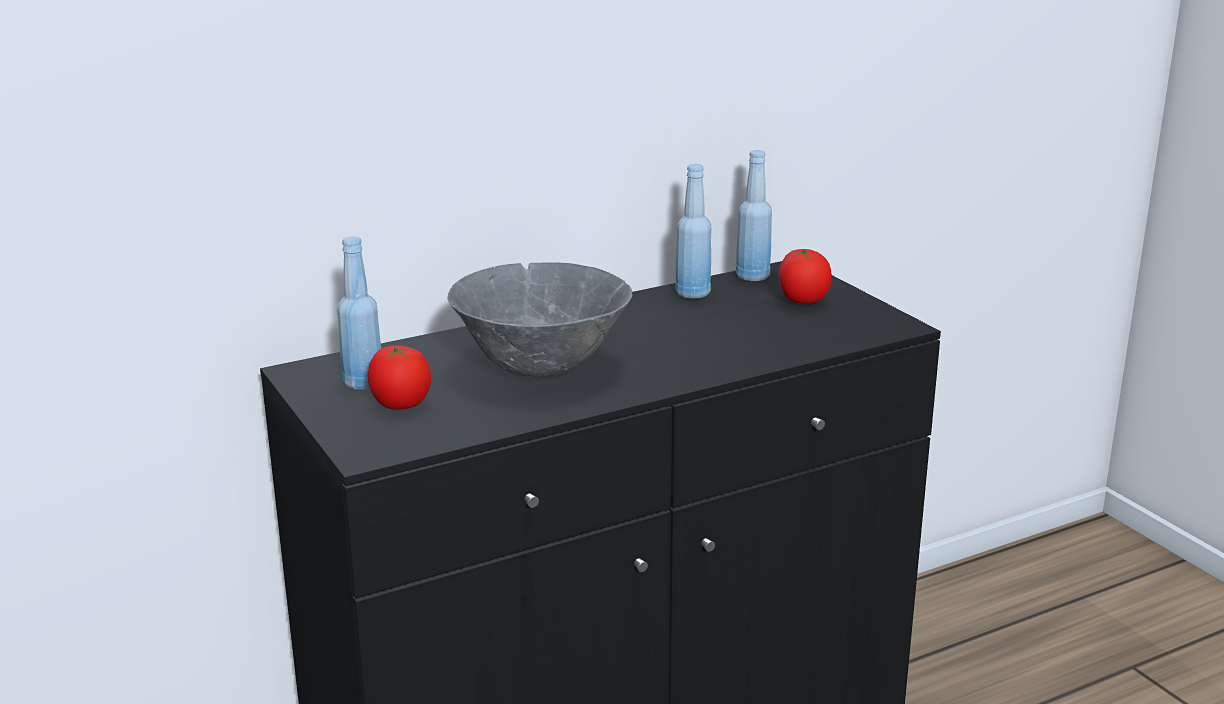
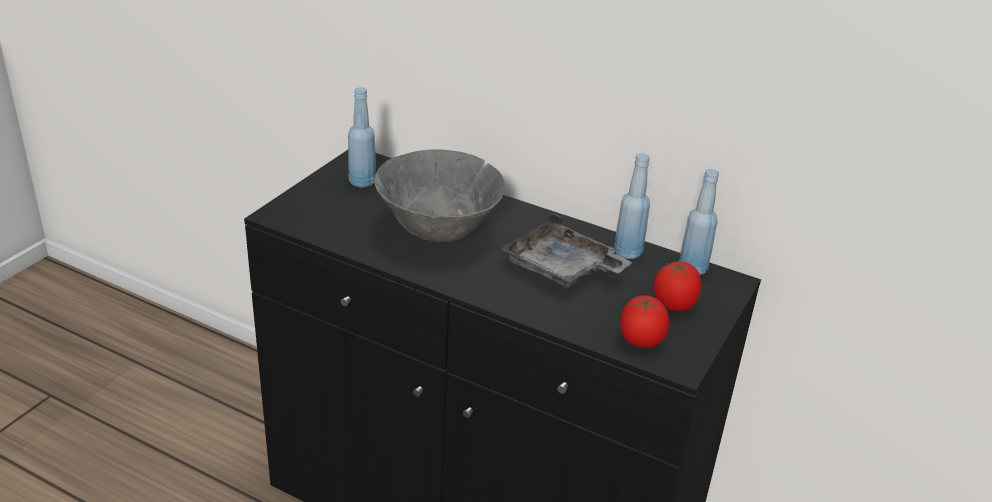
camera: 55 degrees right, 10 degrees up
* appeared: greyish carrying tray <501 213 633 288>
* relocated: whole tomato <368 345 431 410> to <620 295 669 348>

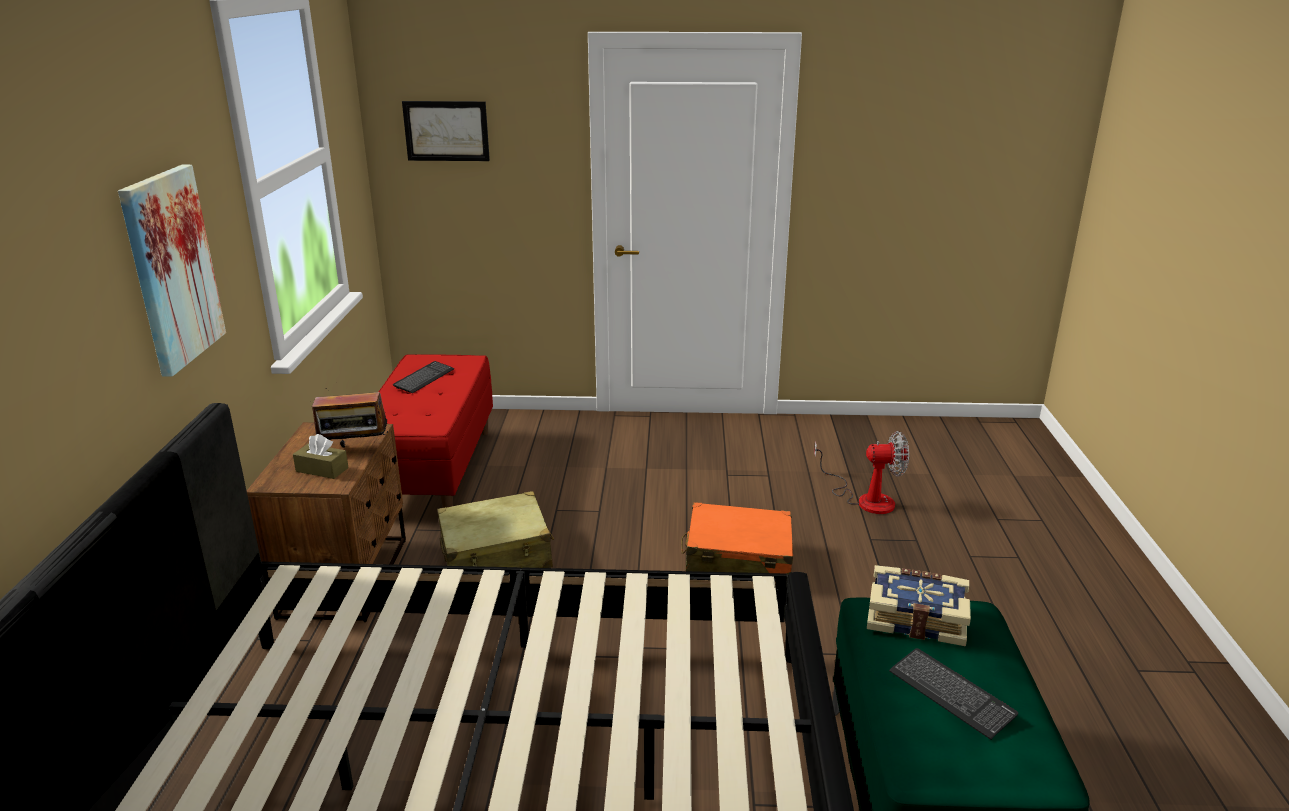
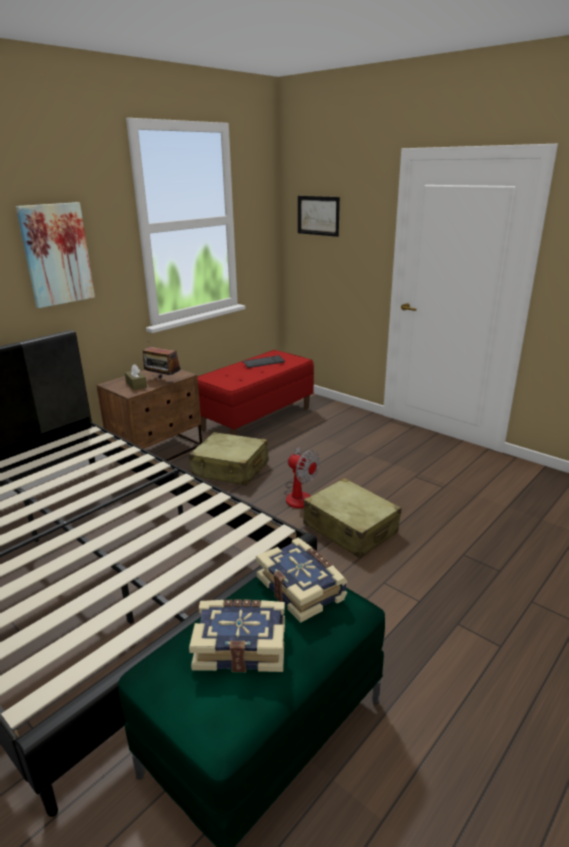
camera: 40 degrees right, 0 degrees up
* relocated: fan <814 431 909 514> to <284 447 320 508>
* exchanged: computer keyboard <889 648 1018 740> to book <189 599 285 672>
* colour: orange travel case <681 502 794 574> to sand-coloured travel case <303 478 402 558>

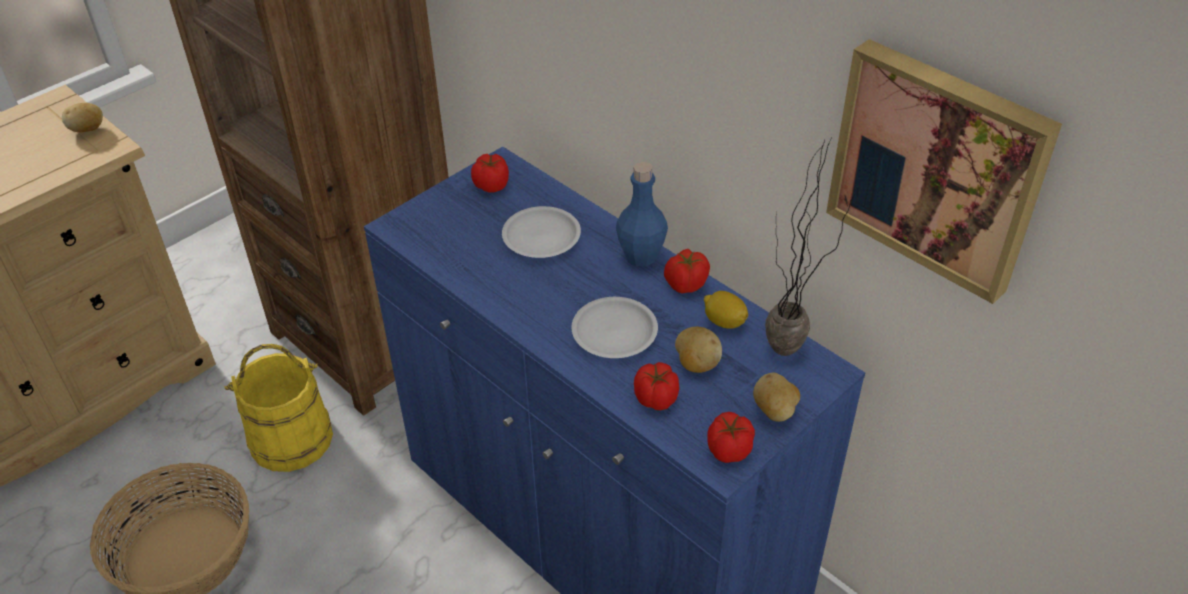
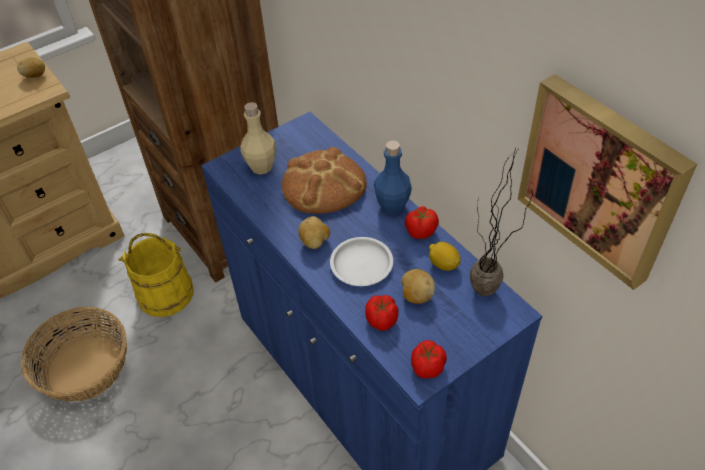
camera: 10 degrees right, 5 degrees up
* missing: whole tomato <471 154 509 193>
* appeared: sand-coloured beverage bottle <240 102 276 175>
* relocated: potato <753 372 800 422> to <298 216 330 249>
* exchanged: white-coloured plate <502 206 581 258> to bread <282 147 367 214>

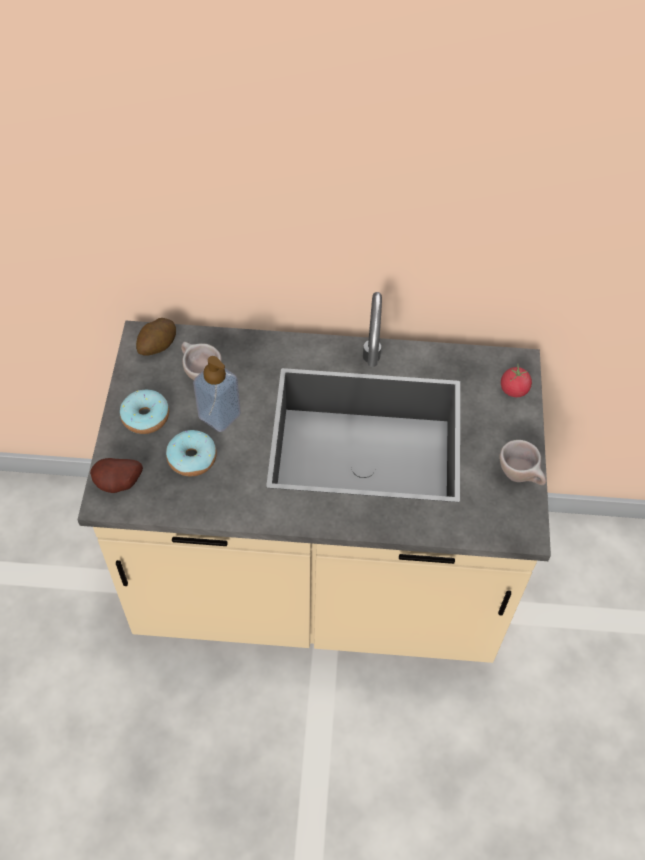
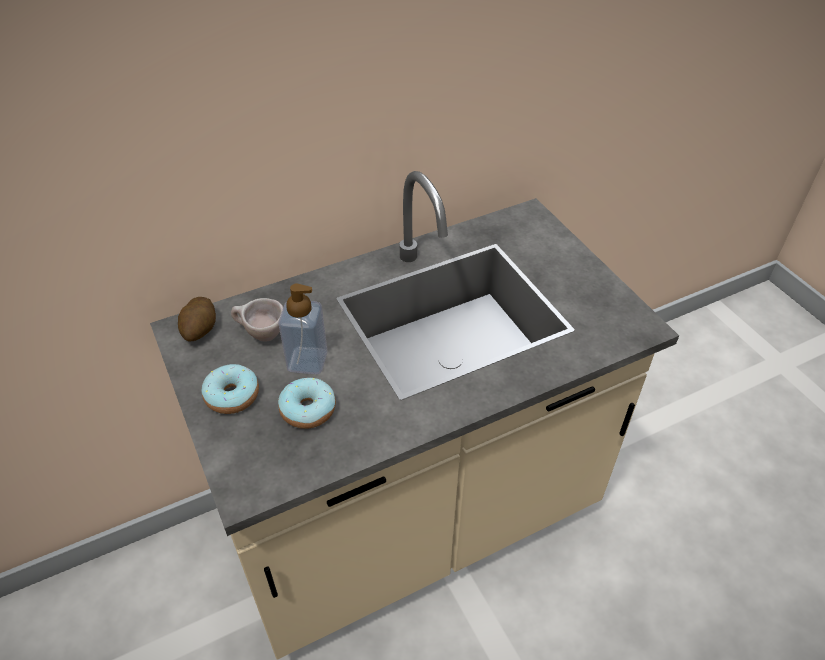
camera: 30 degrees left, 10 degrees down
* missing: potato <90 458 143 493>
* missing: sand-coloured drinking cup <499 440 546 485>
* missing: whole tomato <501 364 532 397>

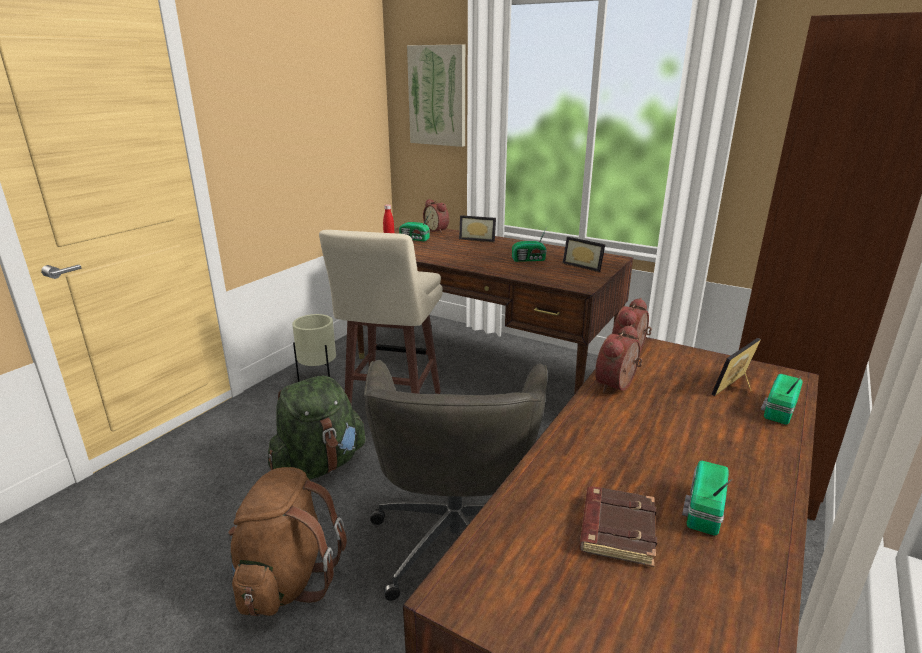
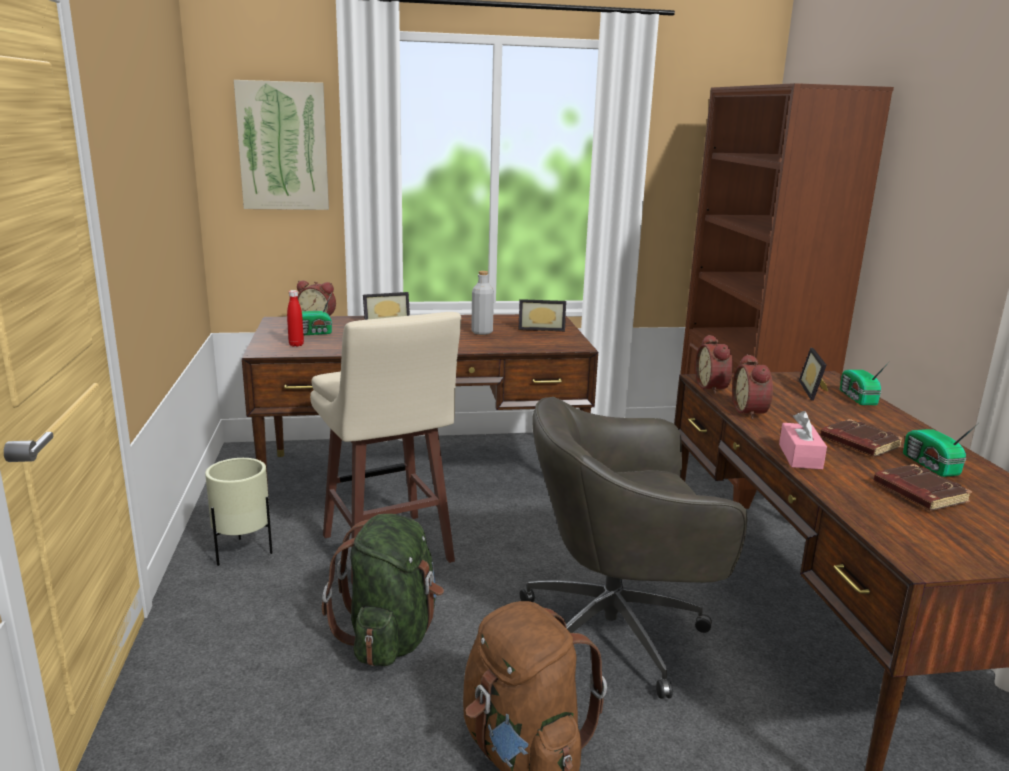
camera: 40 degrees left, 5 degrees down
* appeared: pink tissue box <779 411 827 469>
* appeared: brown-coloured book <820 419 903 457>
* exchanged: radio receiver <512 227 547 262> to greyish beverage bottle <471 271 494 335>
* spun: greyish computer chair <364 360 547 601> = <520 397 747 699> 120 degrees clockwise

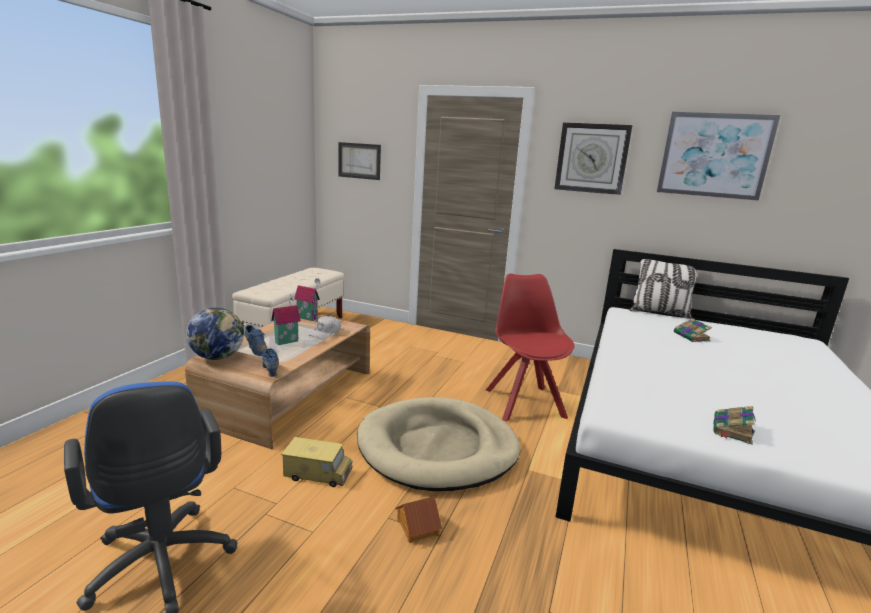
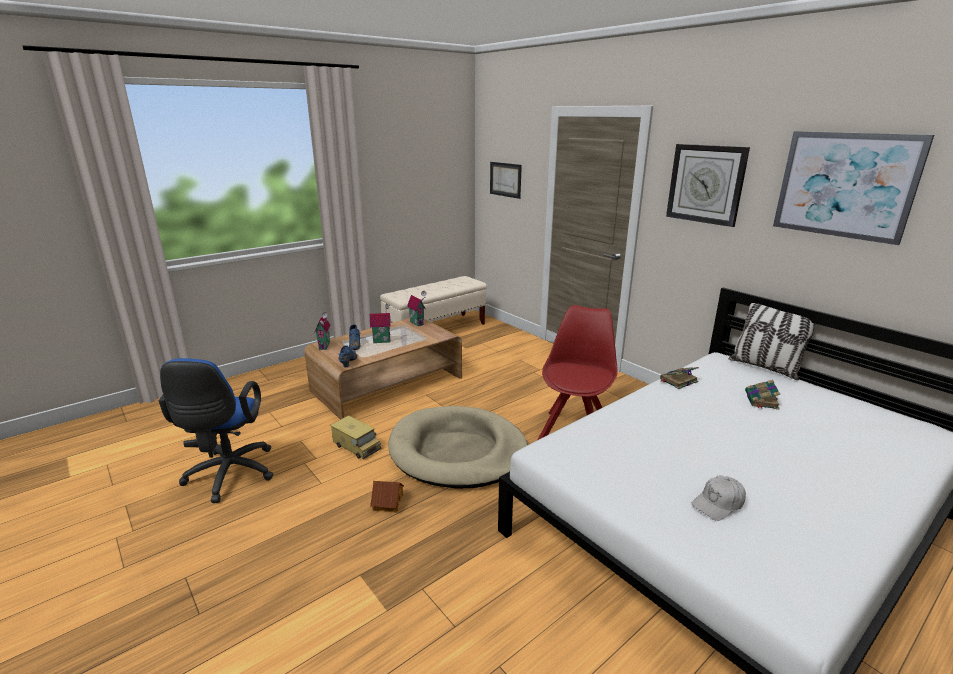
camera: 30 degrees right, 5 degrees up
* relocated: white-coloured cap <308 316 341 340> to <691 475 746 521>
* relocated: book <713 406 756 444> to <660 367 699 389>
* exchanged: desk globe <186 308 244 360> to model house <314 312 331 350>

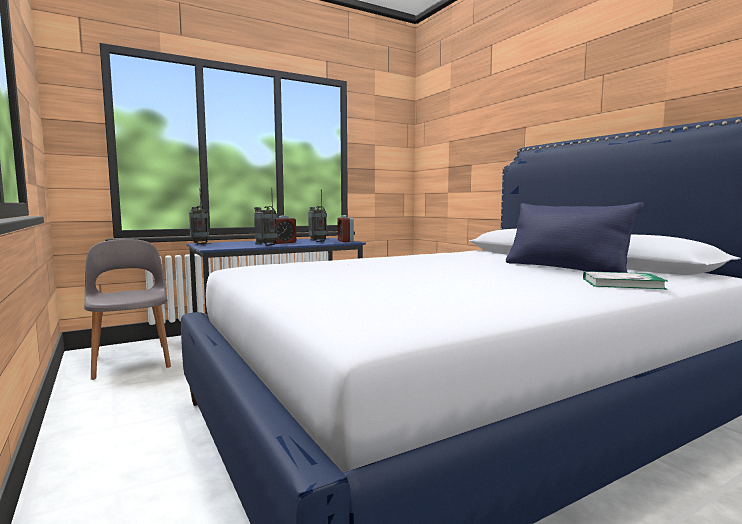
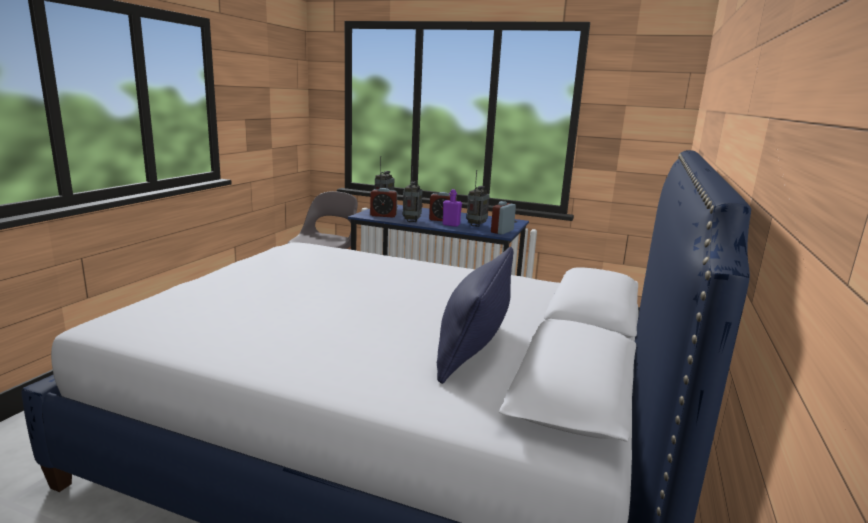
camera: 50 degrees right, 10 degrees up
* missing: book <583 271 667 289>
* appeared: alarm clock <370 188 397 218>
* appeared: purple-coloured beverage bottle <442 189 462 227>

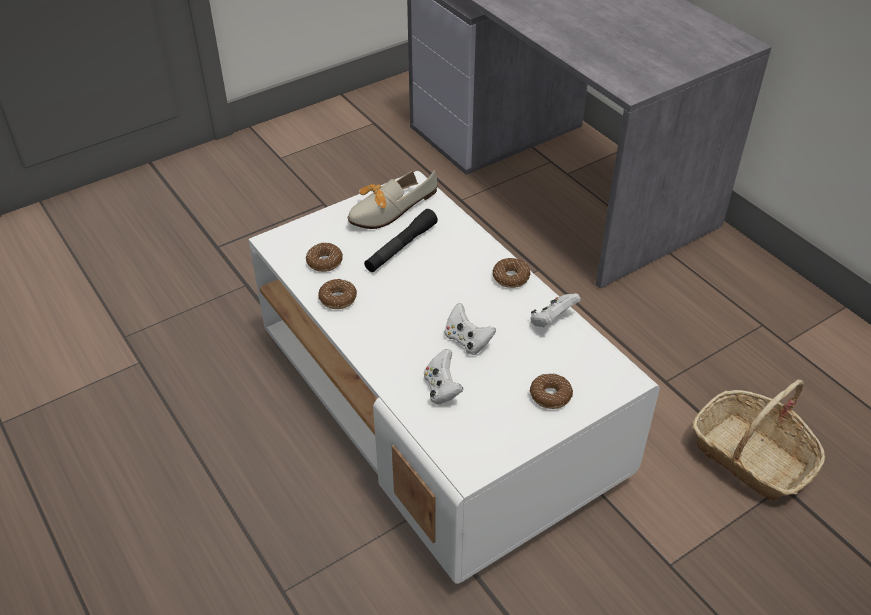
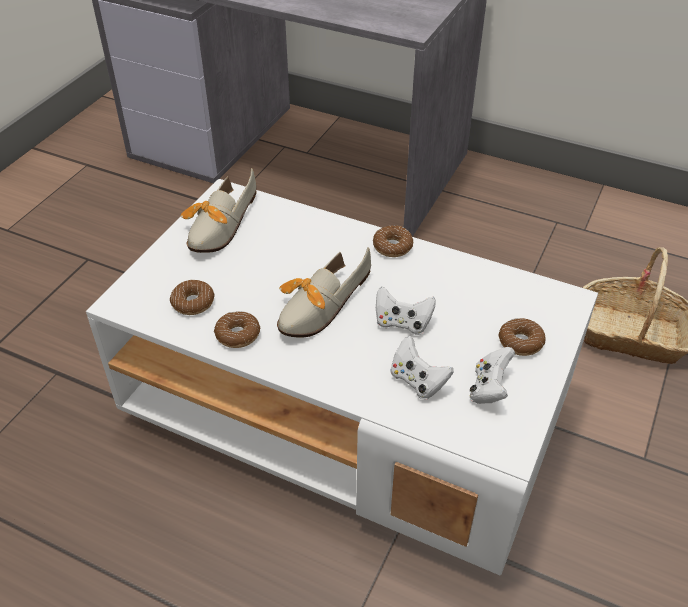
camera: 30 degrees left, 0 degrees up
* missing: blackish hand torch <364 209 438 272>
* appeared: shoe <277 247 371 338>
* relocated: white-coloured gamepad <530 293 581 327> to <470 347 515 404>

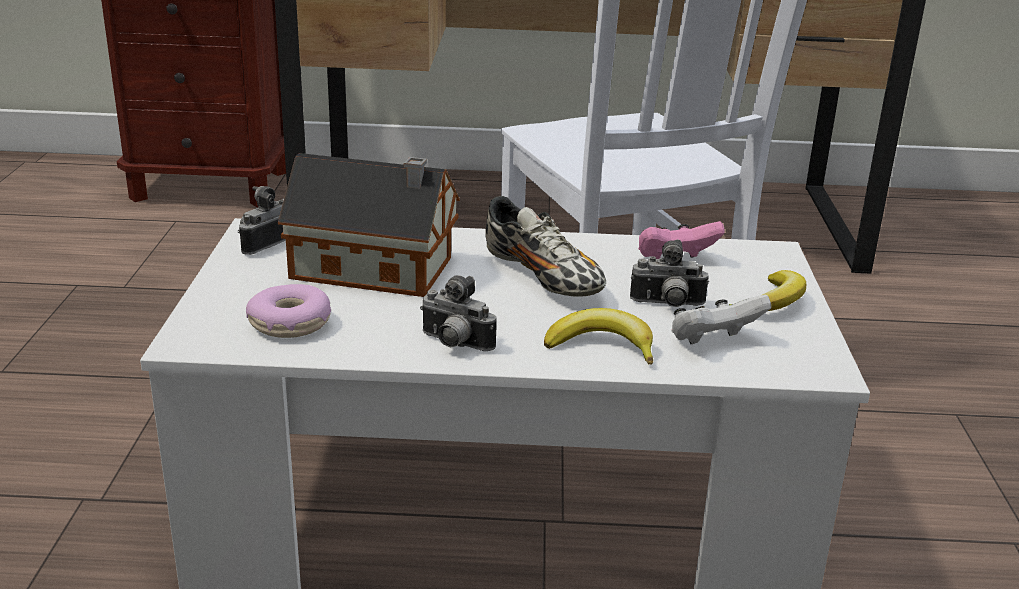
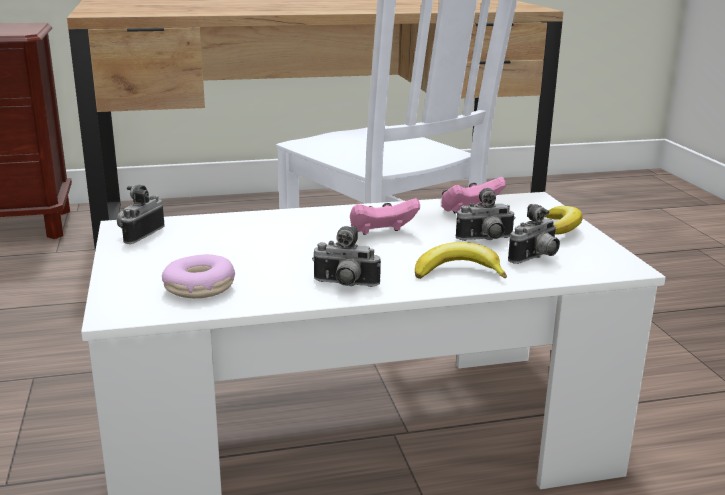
camera: 15 degrees left, 5 degrees down
* missing: model house <278 153 460 297>
* exchanged: shoe <485 196 606 297> to pink gamepad <350 198 420 235>
* exchanged: white-coloured gamepad <671 295 771 344> to still camera <508 204 560 264>

